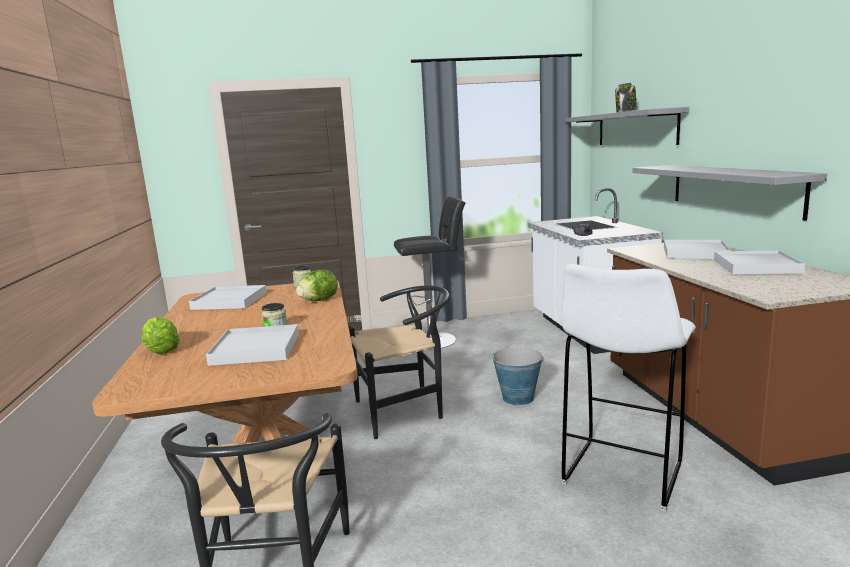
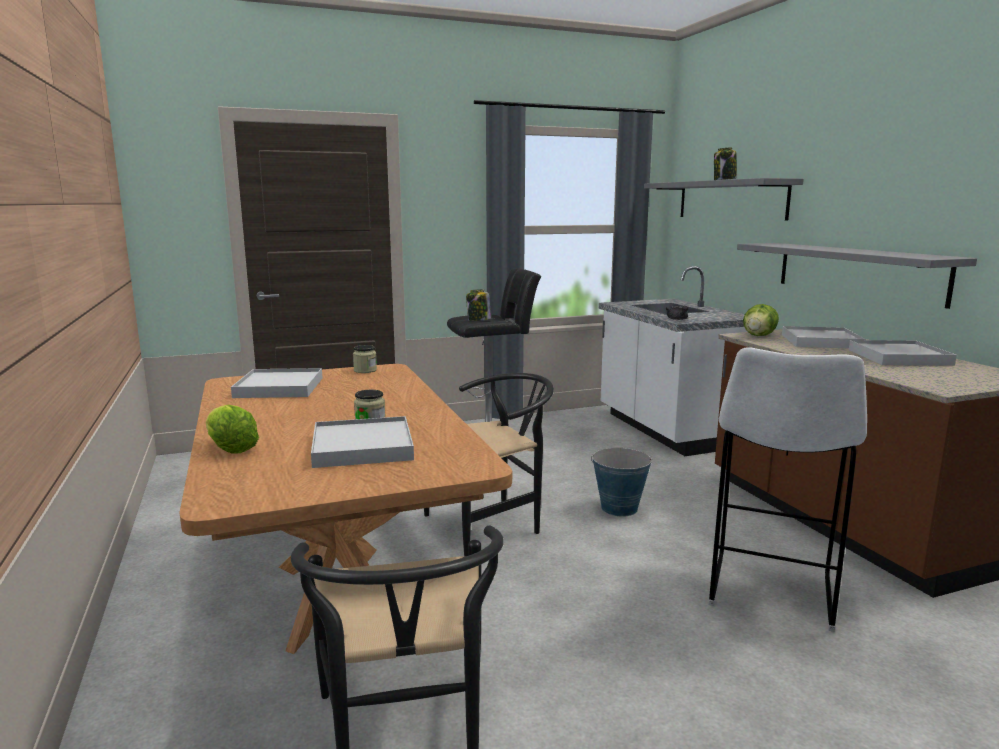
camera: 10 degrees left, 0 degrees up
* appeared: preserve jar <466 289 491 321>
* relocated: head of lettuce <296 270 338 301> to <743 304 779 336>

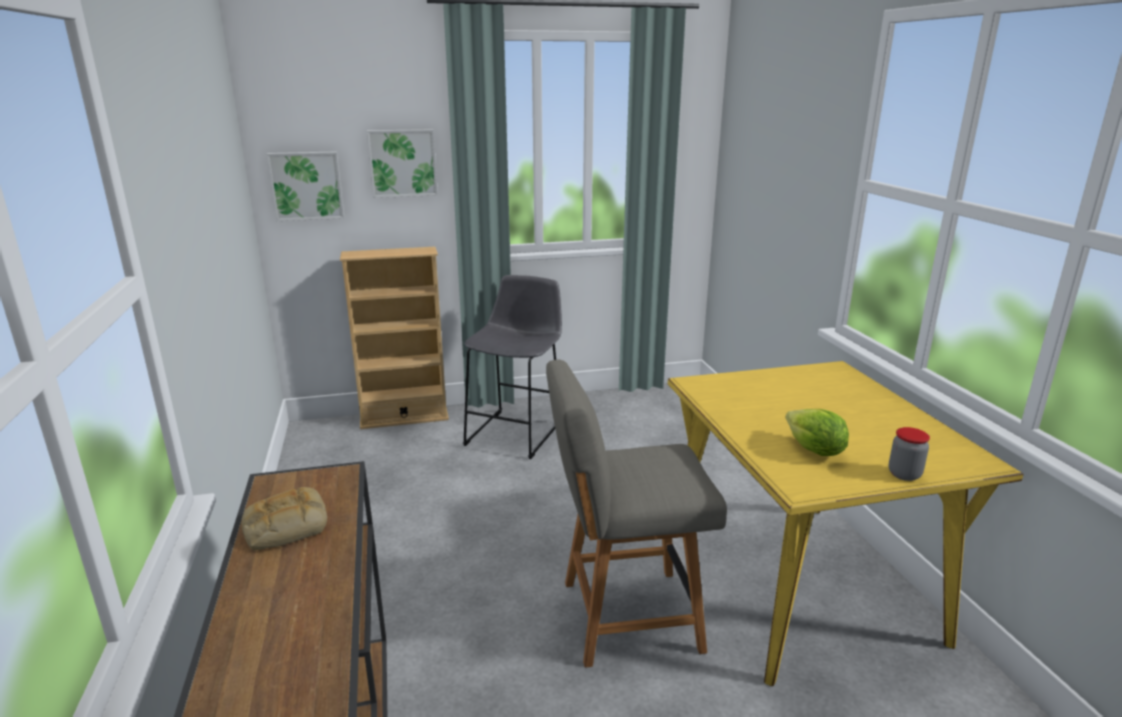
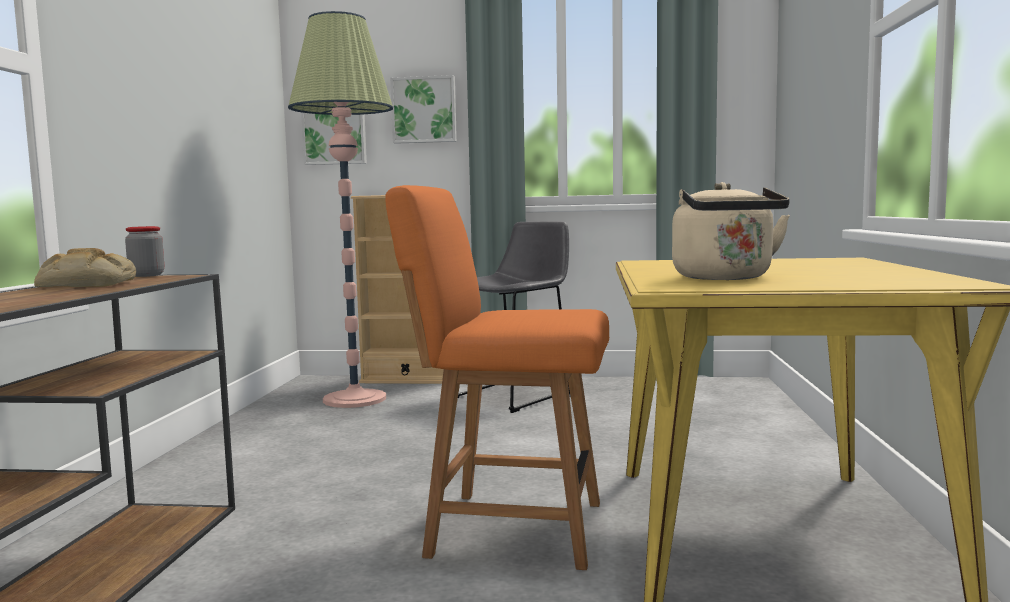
camera: 20 degrees right, 15 degrees down
* appeared: standard lamp <288 11 393 408>
* relocated: preserve jar <889 427 930 481> to <125 226 164 277>
* exchanged: head of lettuce <785 409 849 456> to sand-coloured water kettle <672 182 790 280>
* colour: greyish plain chair <546 360 727 668> to orange plain chair <385 185 609 570>

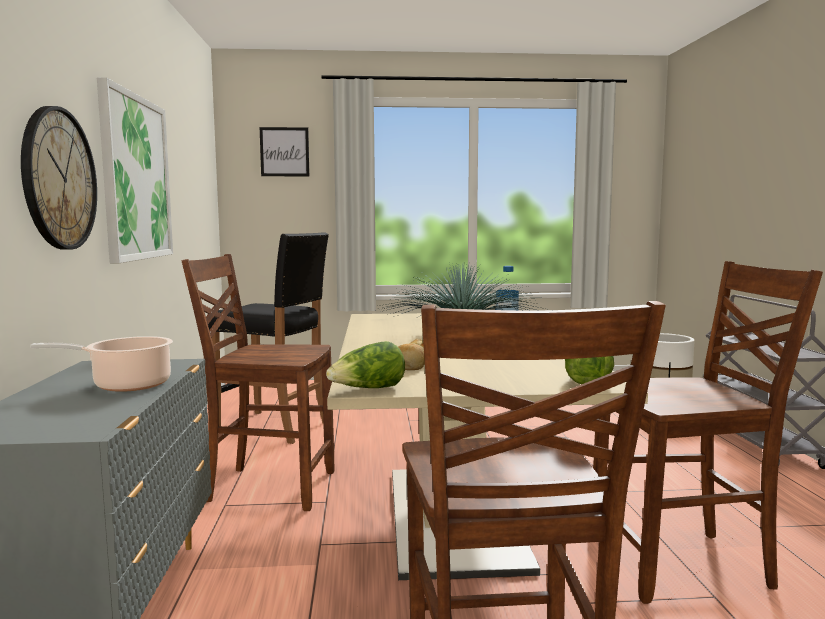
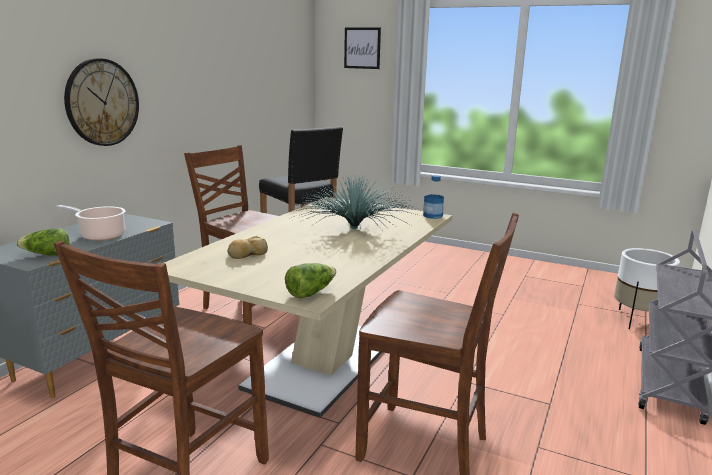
camera: 30 degrees right, 10 degrees up
* missing: wall picture <97 77 173 263>
* relocated: head of lettuce <326 341 405 388> to <16 228 69 256>

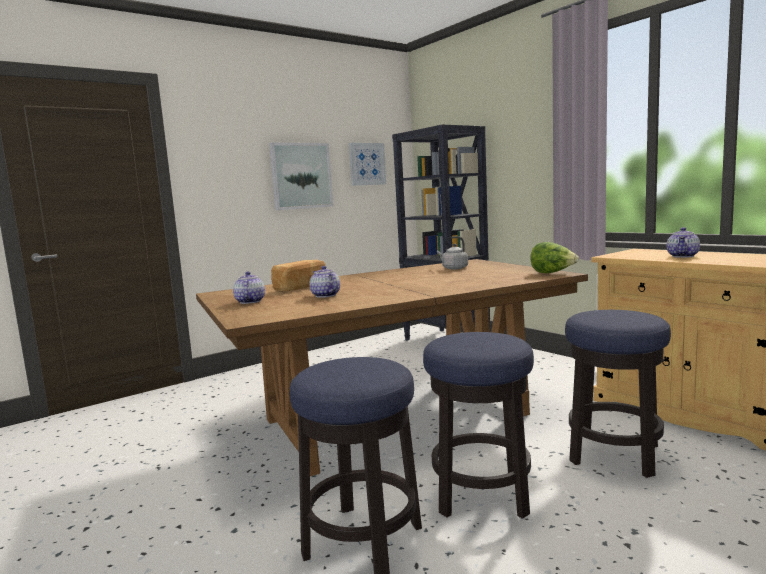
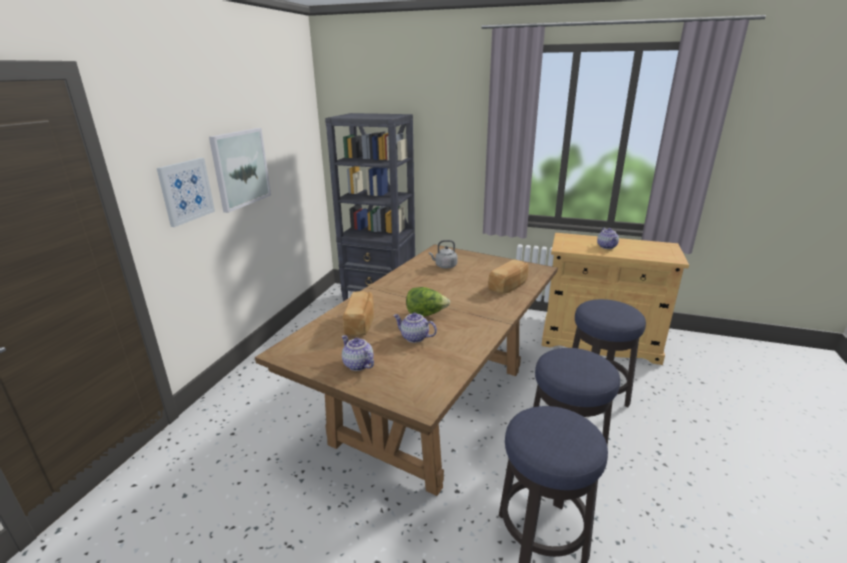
camera: 35 degrees left, 15 degrees up
* appeared: bread <488 259 529 294>
* relocated: wall picture <349 143 386 186> to <157 158 215 227>
* relocated: head of lettuce <530 242 579 273> to <406 287 450 317>

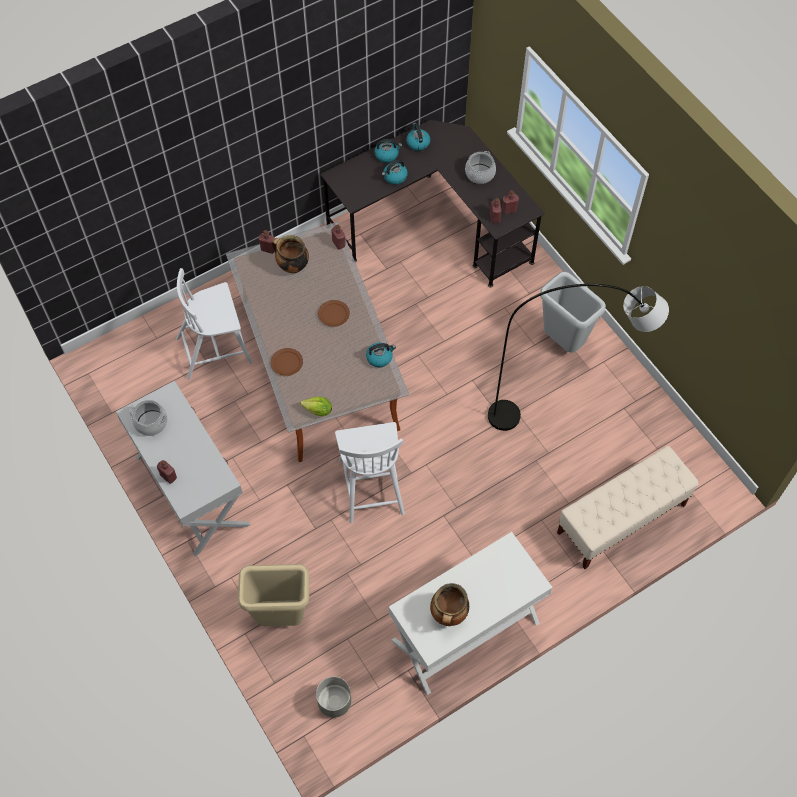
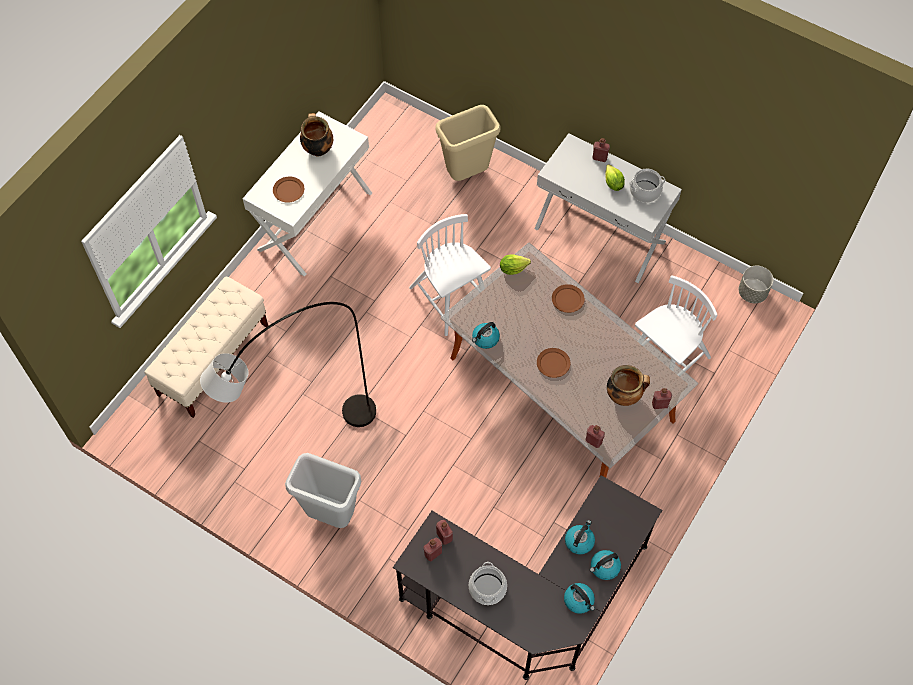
camera: 155 degrees right, 0 degrees up
* appeared: brown-coloured plate <273 177 304 203>
* appeared: head of lettuce <605 164 625 191>
* relocated: greyish plant pot <316 676 351 718> to <739 266 773 303>

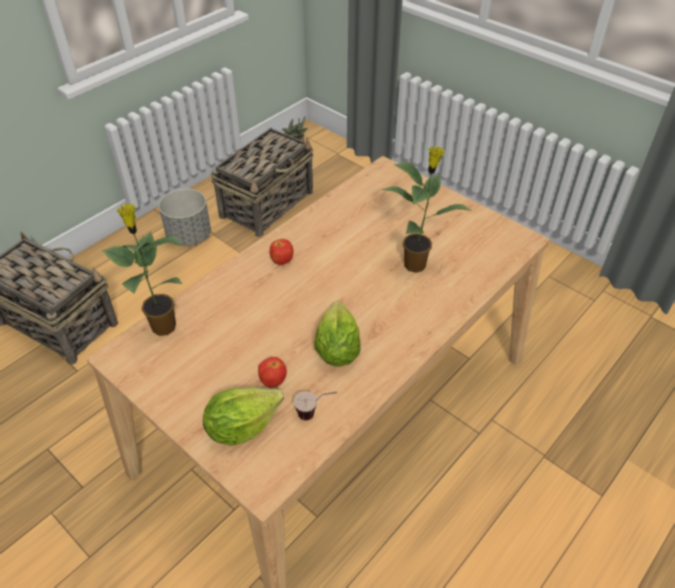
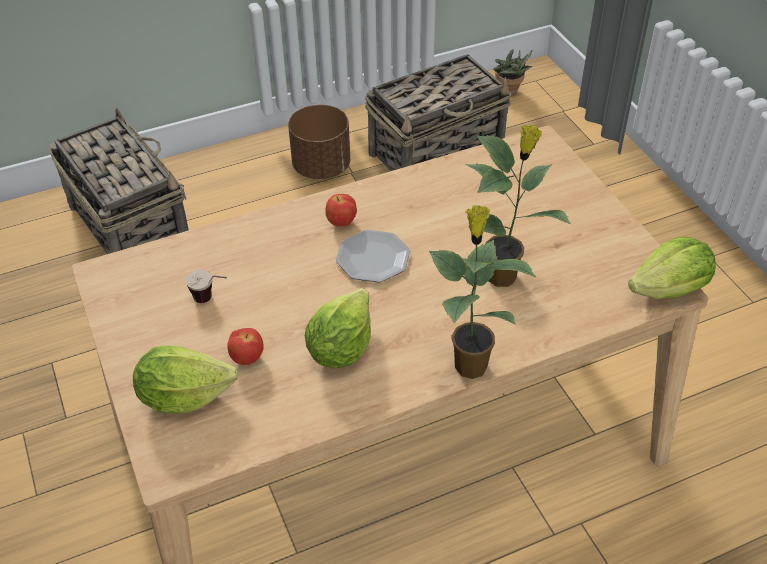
camera: 25 degrees right, 0 degrees up
* appeared: plate <336 230 410 283>
* appeared: head of lettuce <628 237 716 299>
* relocated: plant in a pot <102 204 183 336> to <429 205 537 379>
* relocated: drinking cup <293 391 337 420> to <185 270 227 303>
* colour: greyish plant pot <159 189 211 246> to brown-coloured plant pot <288 105 350 179>

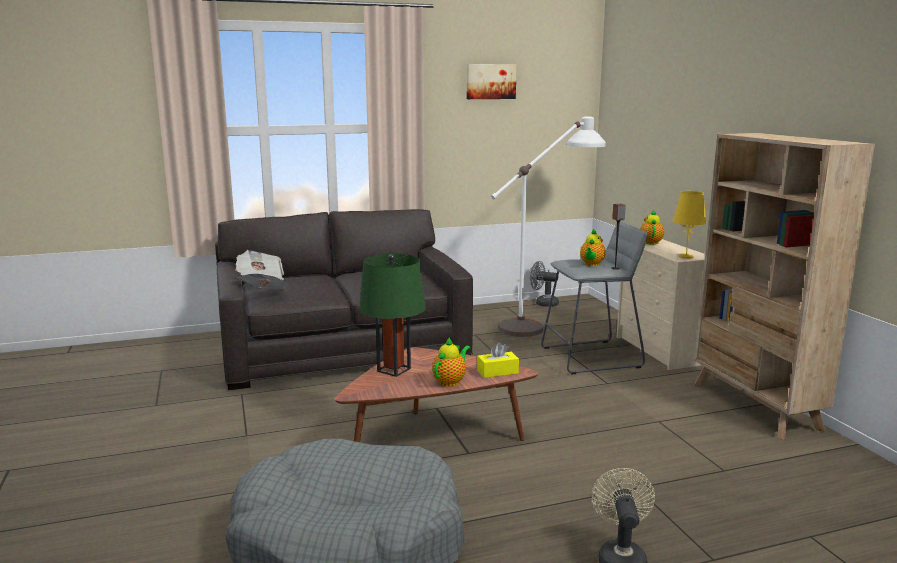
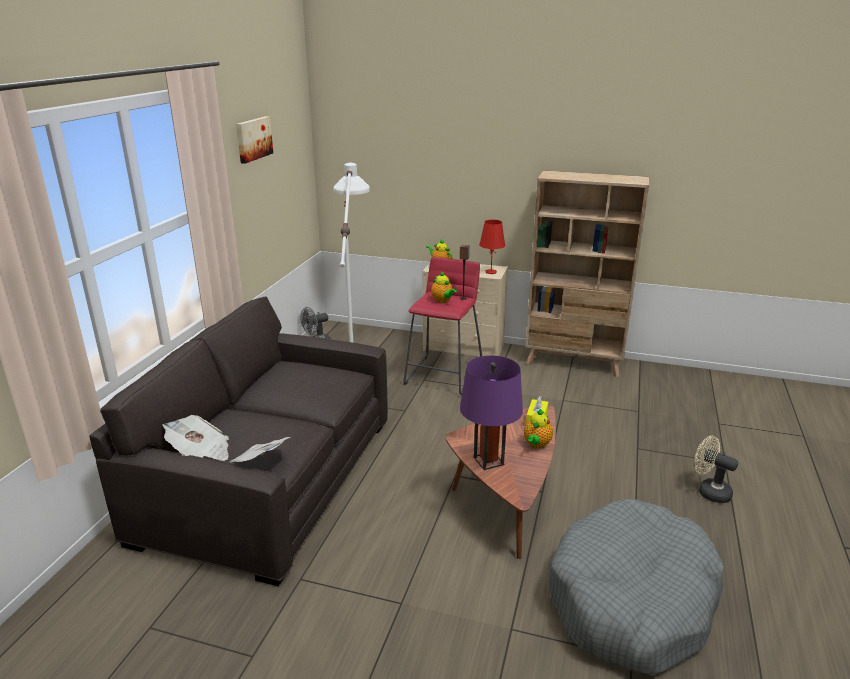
camera: 55 degrees left, 10 degrees up
* colour: green table lamp <359 254 426 377> to purple-coloured table lamp <460 356 523 470>
* colour: greyish stool seat <541 222 648 374> to red-coloured stool seat <404 257 482 395>
* colour: yellowish table lamp <673 191 707 259> to red-coloured table lamp <479 220 505 274>
* spun: teapot <432 338 471 387> = <524 409 553 449> 135 degrees counterclockwise

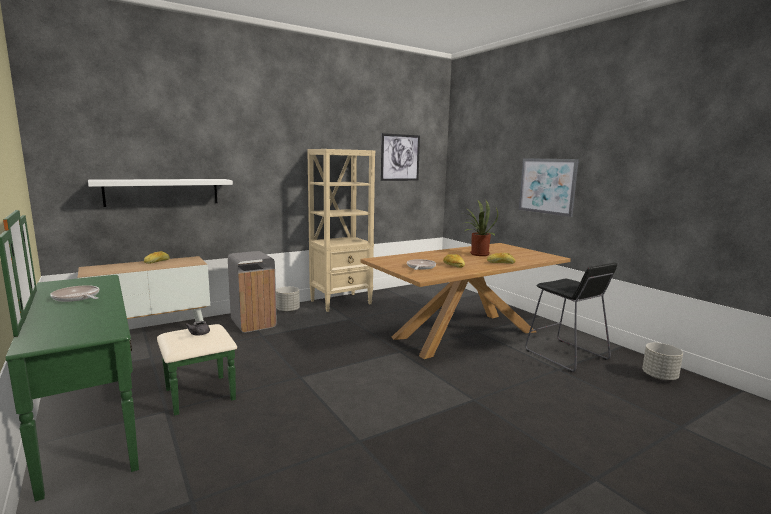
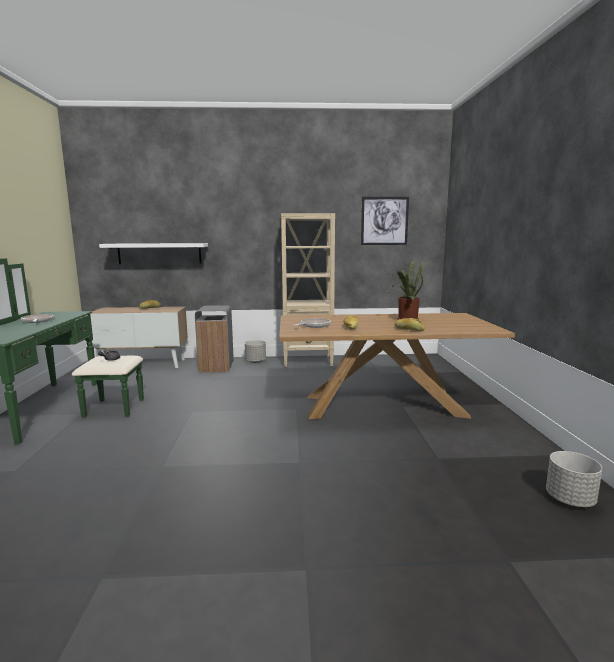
camera: 30 degrees right, 0 degrees up
* missing: wall picture <519 158 579 217>
* missing: blackish stool seat <525 262 617 372>

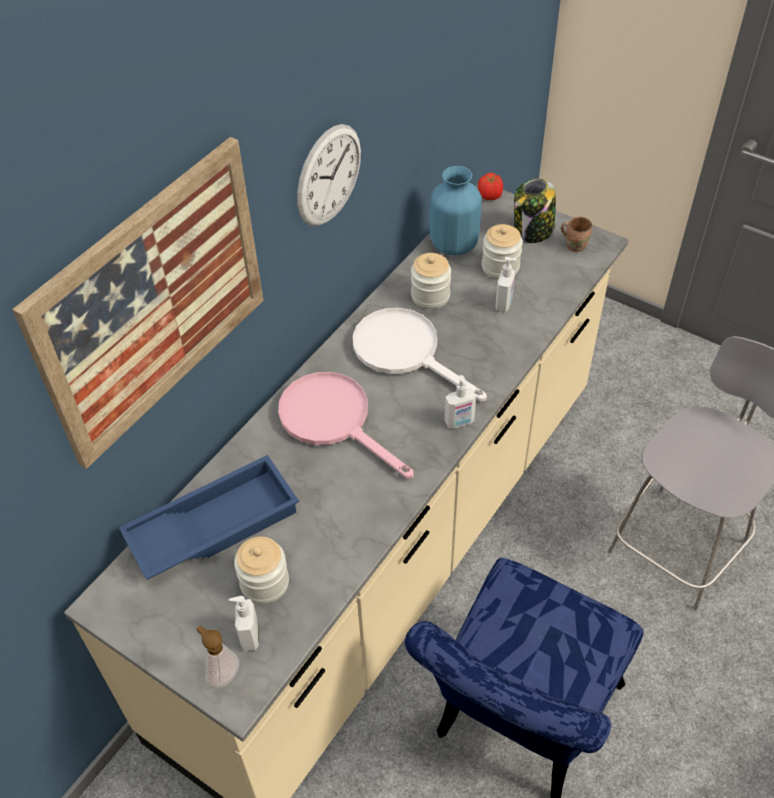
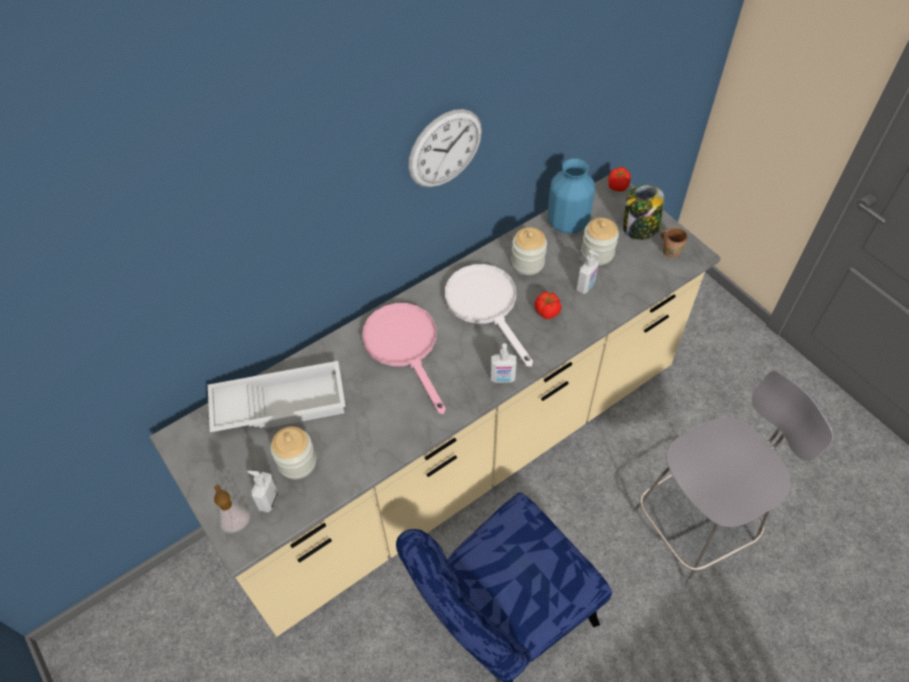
camera: 20 degrees right, 5 degrees up
* missing: wall picture <12 137 264 469>
* appeared: whole tomato <534 292 562 319>
* colour: bluish carrying tray <119 455 299 580> to white-coloured carrying tray <208 361 346 432>

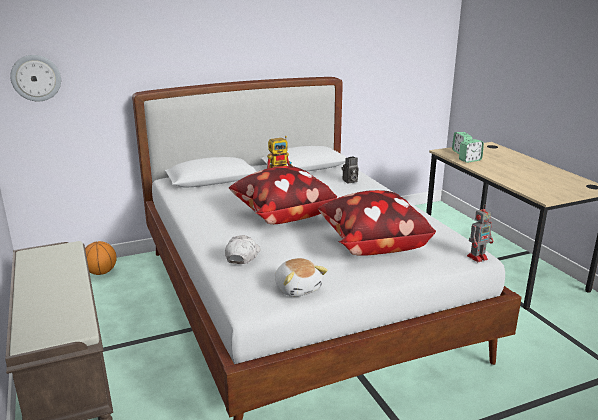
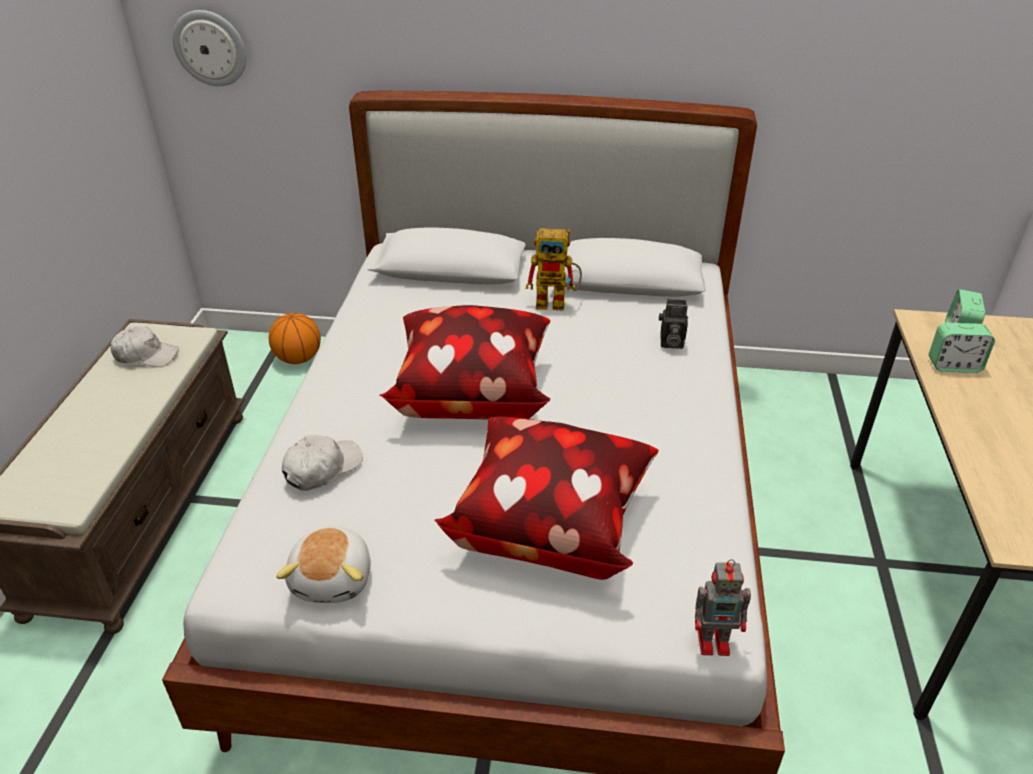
camera: 30 degrees right, 15 degrees up
* appeared: white-coloured cap <111 326 179 367>

